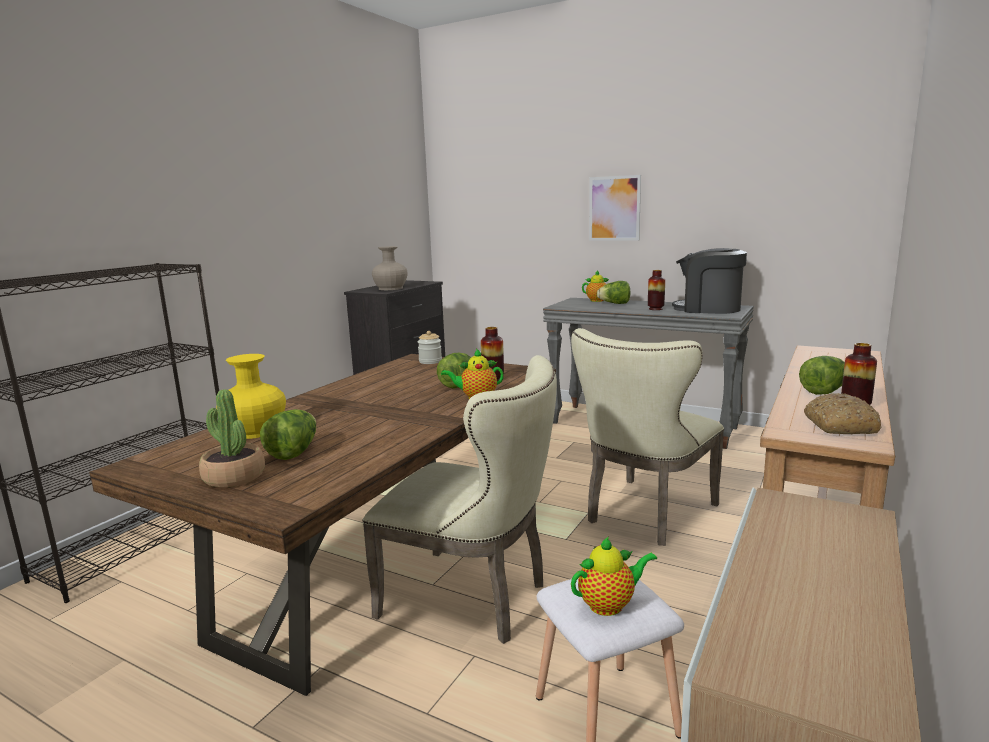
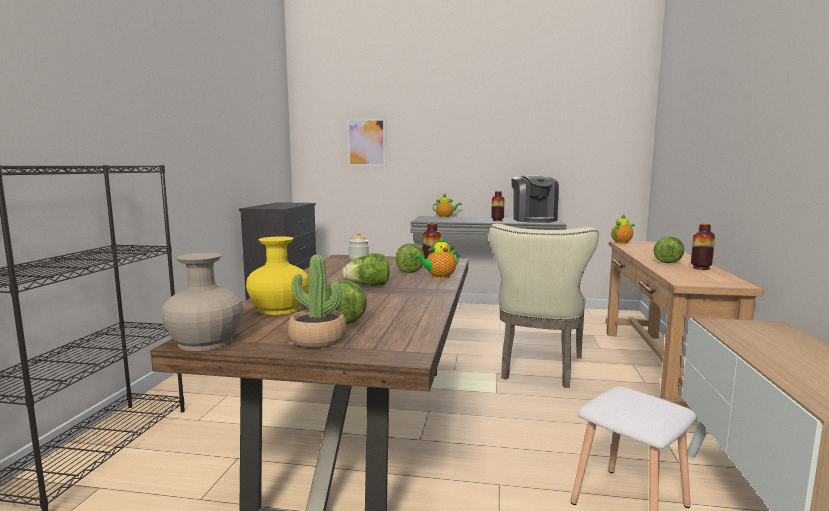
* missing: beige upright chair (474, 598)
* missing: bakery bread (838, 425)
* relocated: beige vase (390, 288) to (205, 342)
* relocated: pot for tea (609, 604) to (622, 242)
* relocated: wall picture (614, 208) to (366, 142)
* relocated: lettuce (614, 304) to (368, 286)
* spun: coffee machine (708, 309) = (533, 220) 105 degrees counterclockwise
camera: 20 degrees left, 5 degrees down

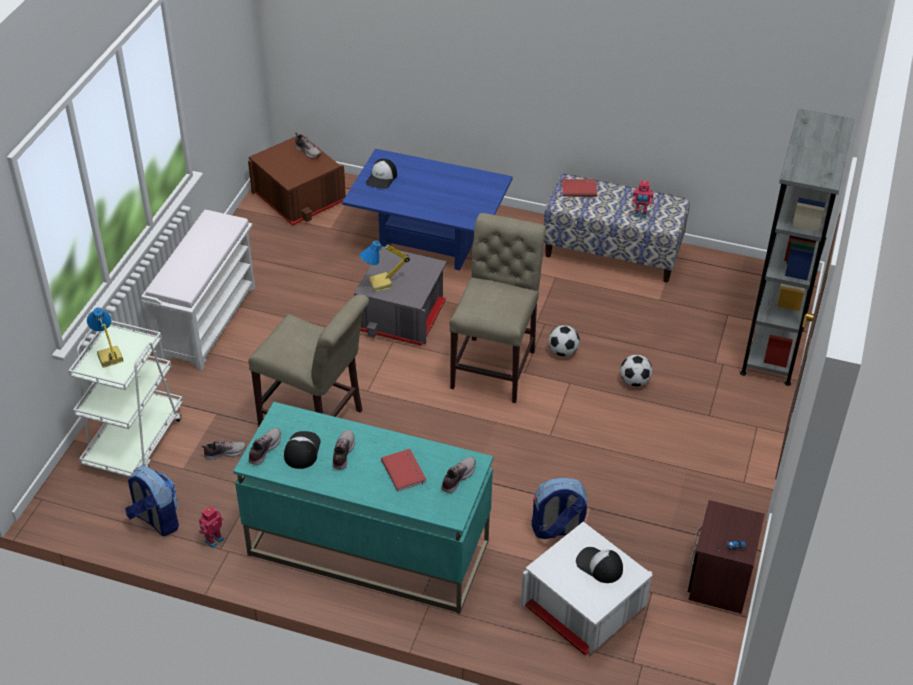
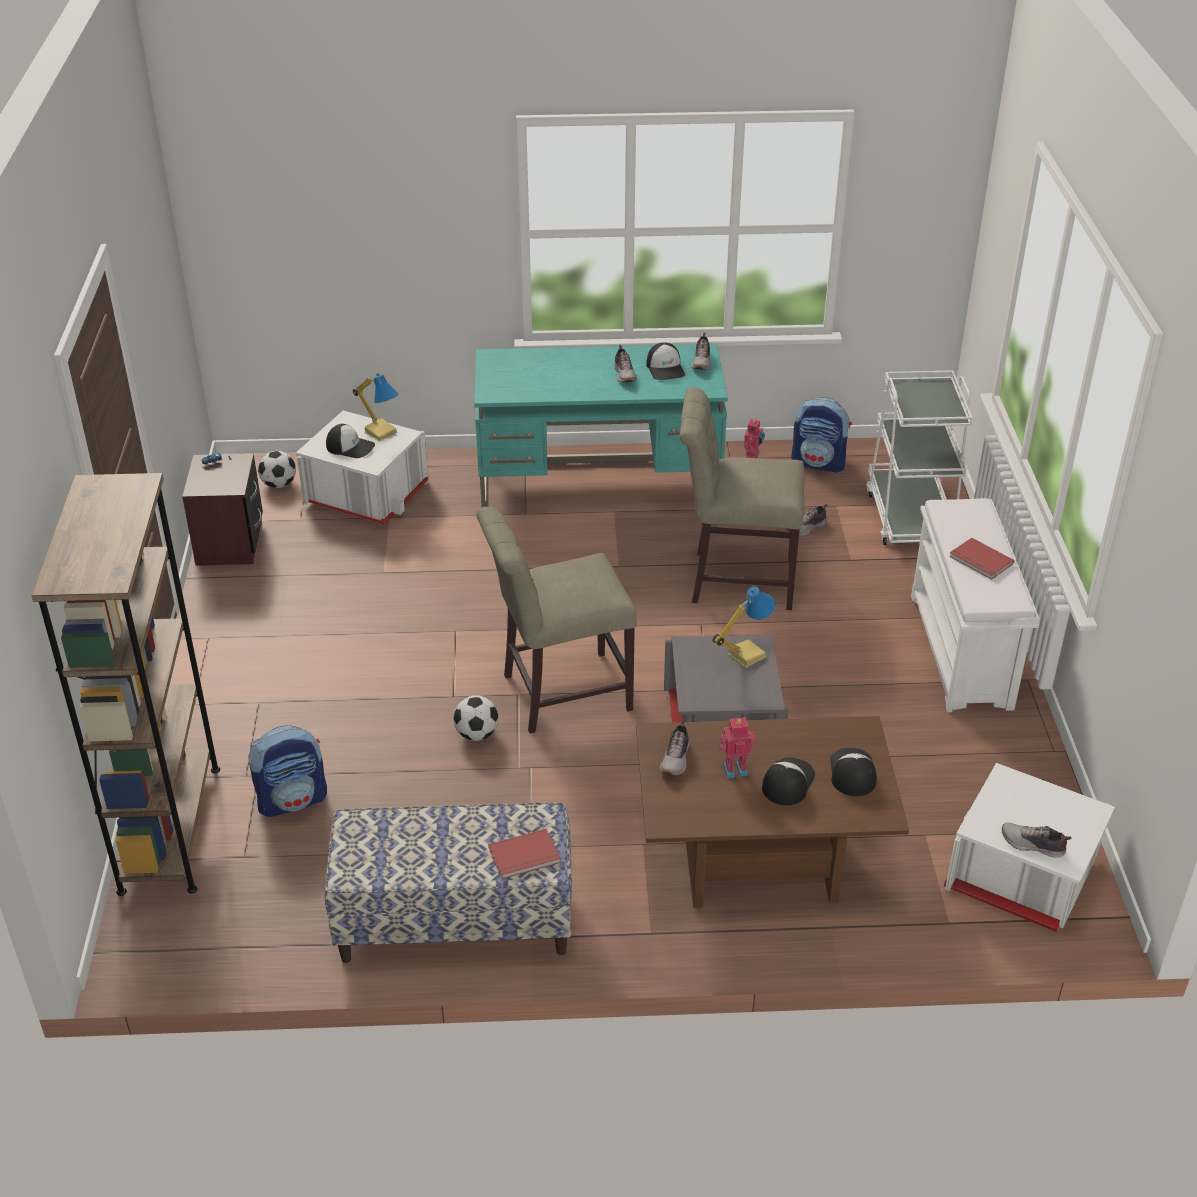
* appeared: cap (787, 782)
* relocated: tabletop lamp (109, 358) to (381, 432)
* relocated: red-coloured book (405, 470) to (980, 561)
* relocated: low shoe (457, 478) to (676, 759)
* relocated: backpack (557, 529) to (293, 800)
* relocated: ball for football (634, 381) to (279, 484)
* relocated: model robot (640, 215) to (735, 769)
* colour: brown-coloured storage bin (299, 198) to whitish storage bin (1021, 877)
* colour: bluish low table (428, 241) to brown-coloured low table (760, 855)
* colour: gray bookcase (773, 343) to brown-coloured bookcase (170, 828)
* spun: beige upright chair (496, 365) = (559, 693) 75 degrees clockwise
camera: 160 degrees right, 5 degrees down

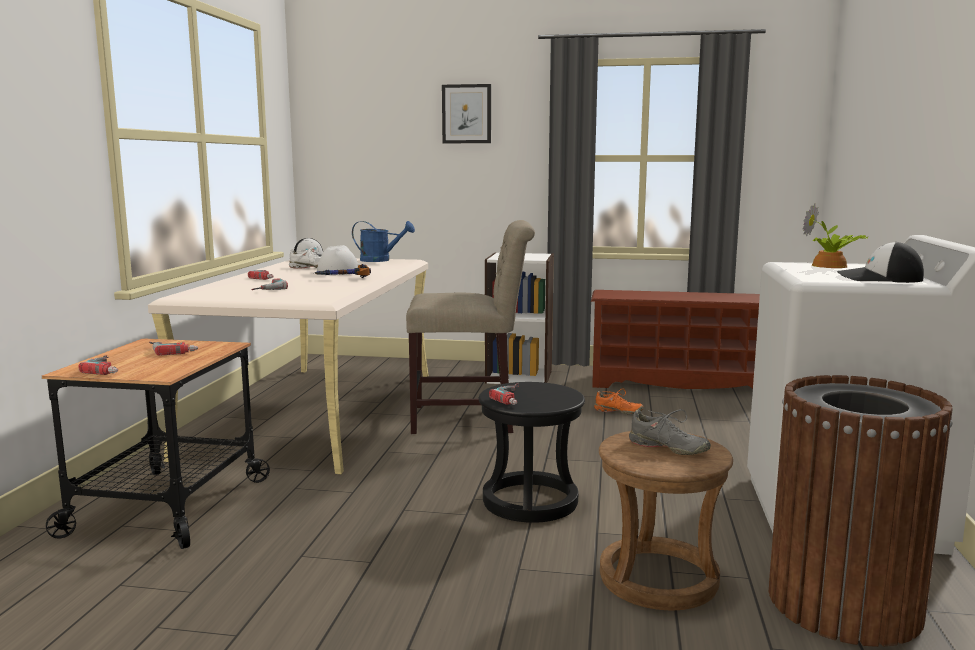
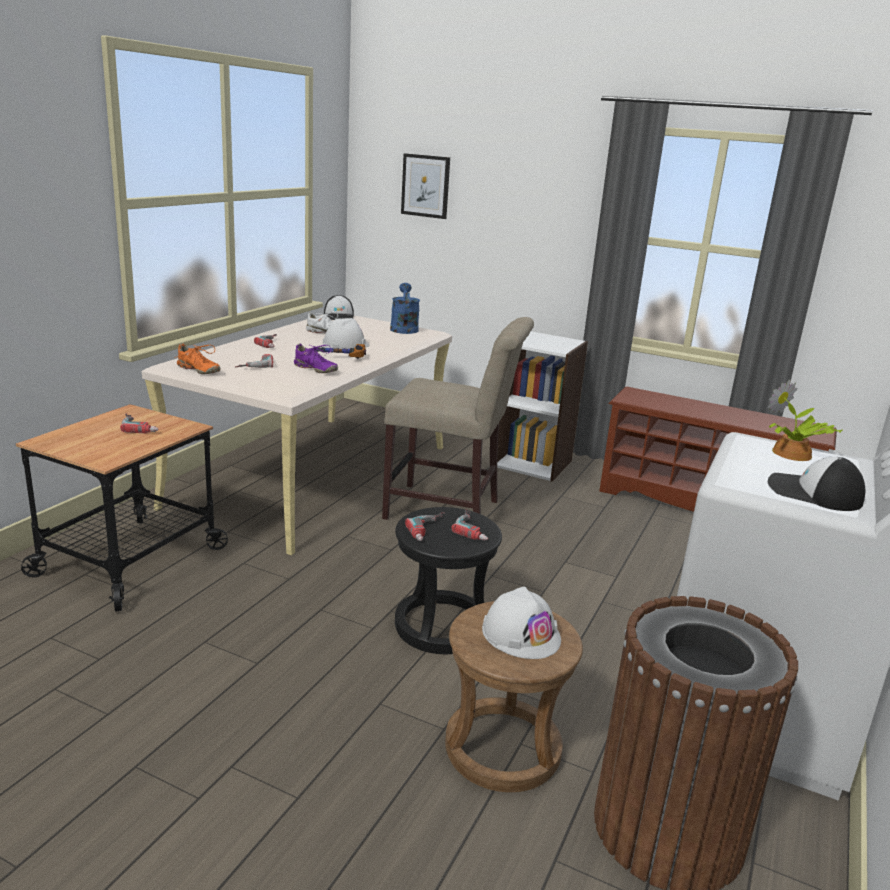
* appeared: purple low shoe (315, 369)
* relocated: drill (110, 368) to (475, 528)
* relocated: wall picture (466, 114) to (425, 186)
* relocated: orange low shoe (618, 411) to (198, 370)
* exchanged: gray low shoe (667, 448) to whitish work helmet (521, 634)
* spun: bluish watering can (380, 260) = (403, 328) 120 degrees counterclockwise
camera: 15 degrees right, 10 degrees up

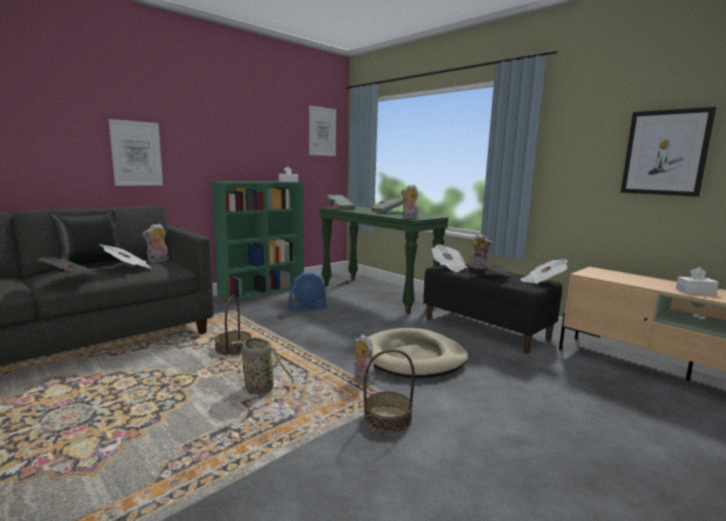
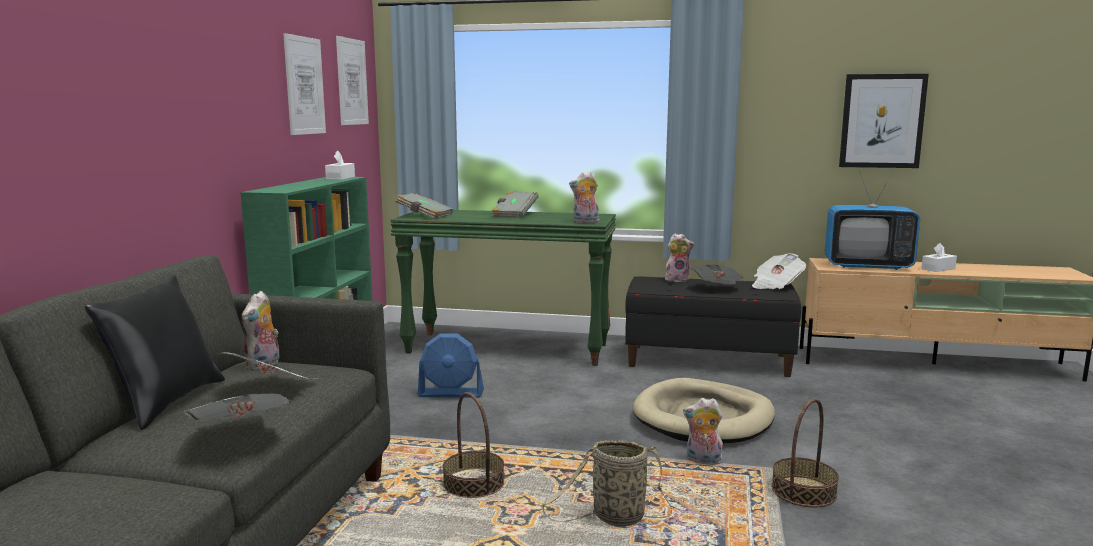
* missing: daily paper (448, 268)
* appeared: TV set (867, 266)
* relocated: wall picture (136, 153) to (304, 85)
* spun: bluish cooling fan (307, 307) = (451, 393) 60 degrees clockwise
camera: 35 degrees left, 0 degrees up

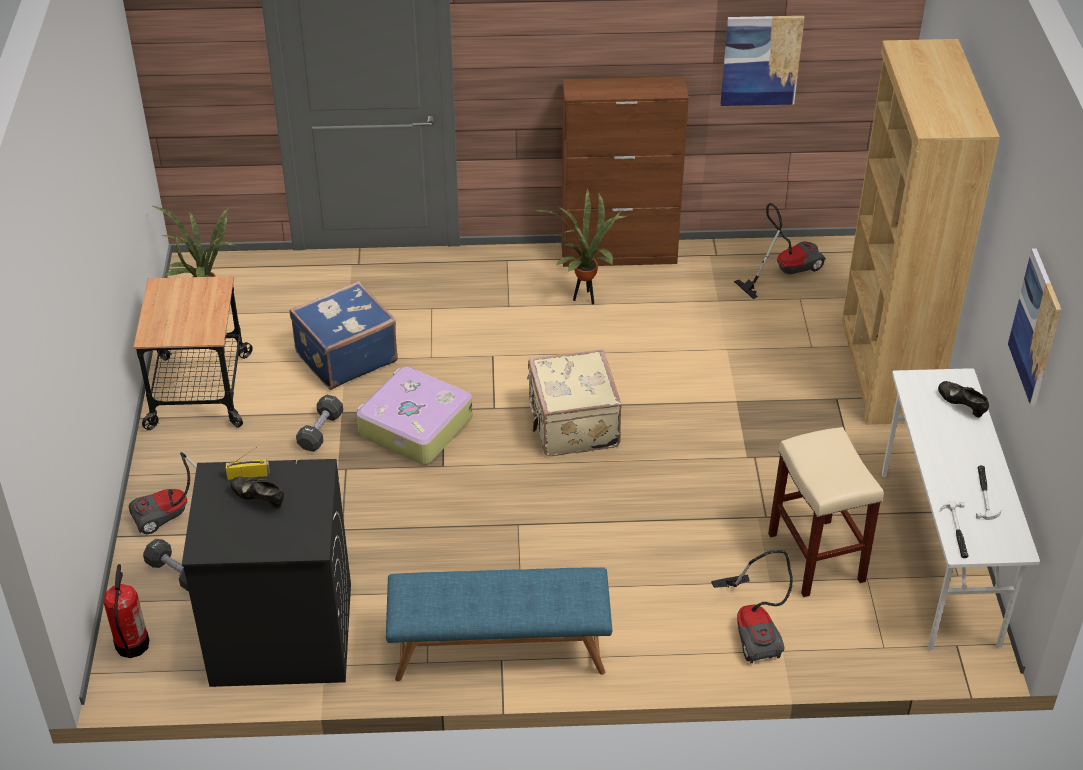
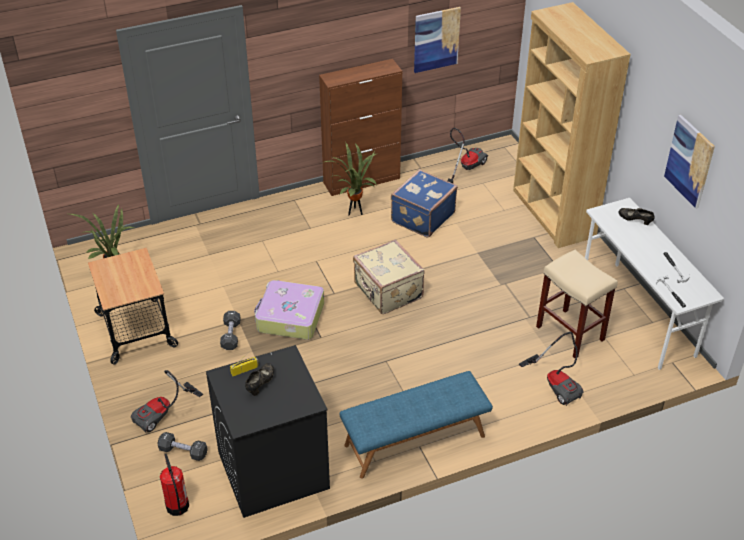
* relocated: bluish piece of luggage (345, 356) to (422, 217)
* spun: blackish low shoe (259, 500) = (260, 384) 105 degrees clockwise
camera: 20 degrees left, 0 degrees up

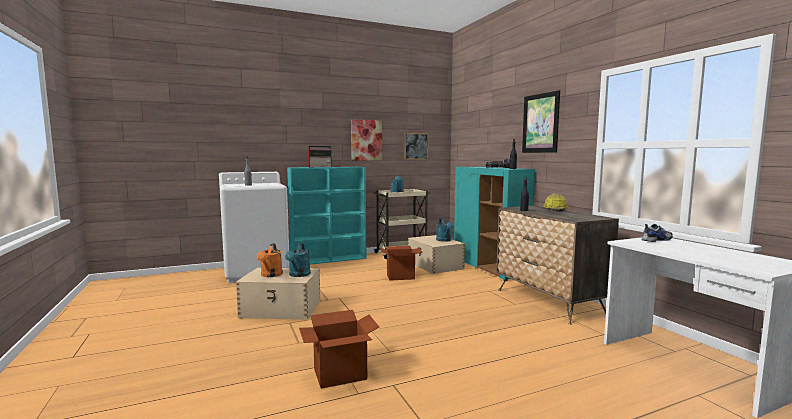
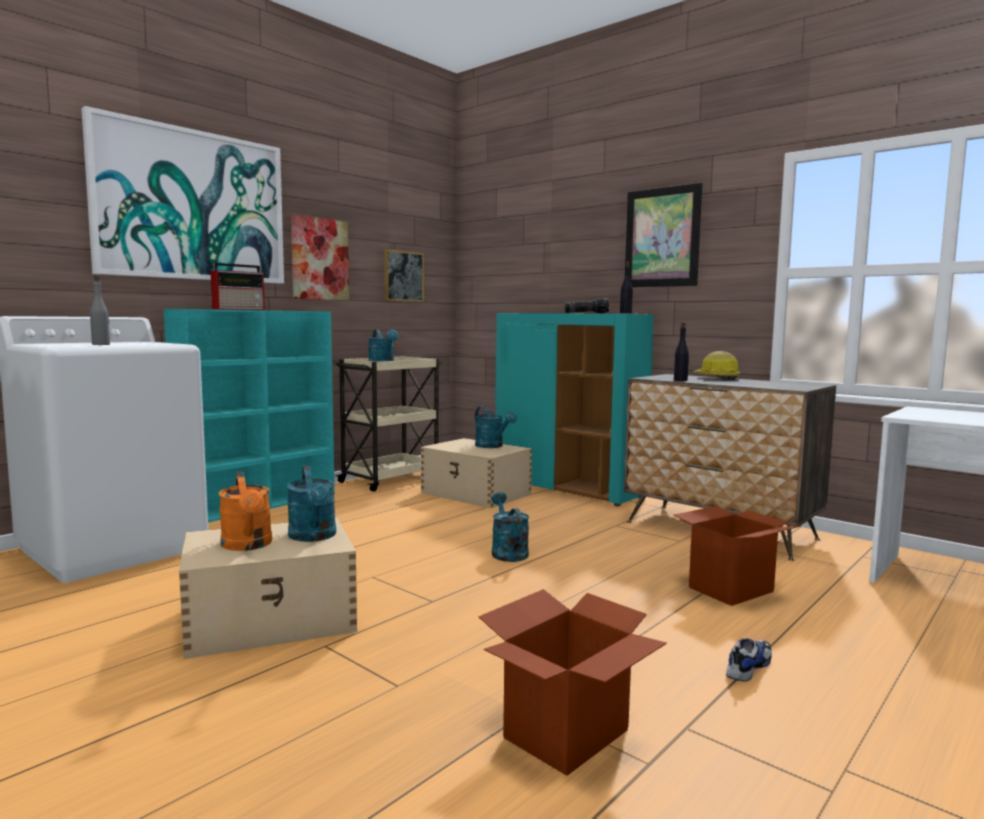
* appeared: wall picture (192, 206)
* appeared: blue-green watering can (507, 552)
* relocated: cardboard box (400, 276) to (731, 589)
* relocated: low shoe (656, 240) to (747, 667)
camera: 25 degrees left, 0 degrees up

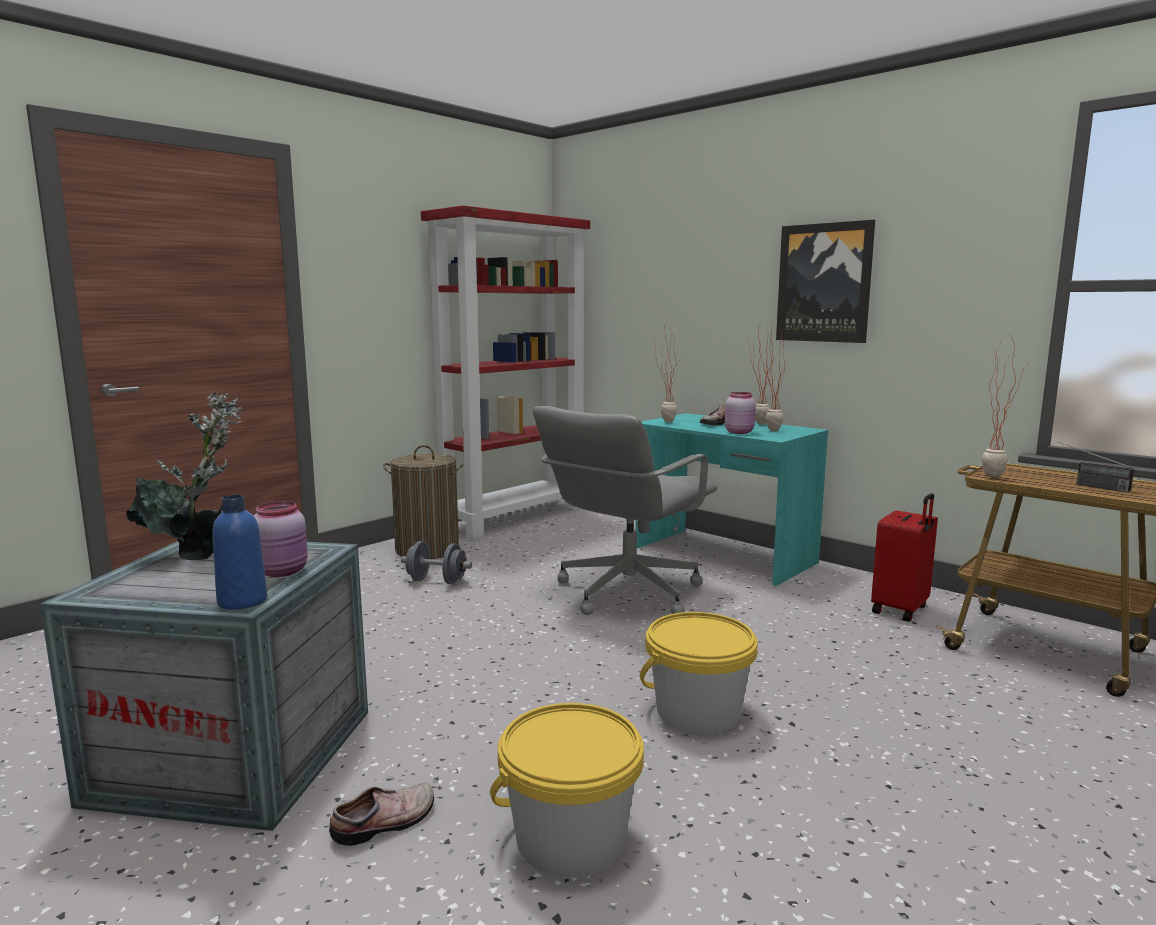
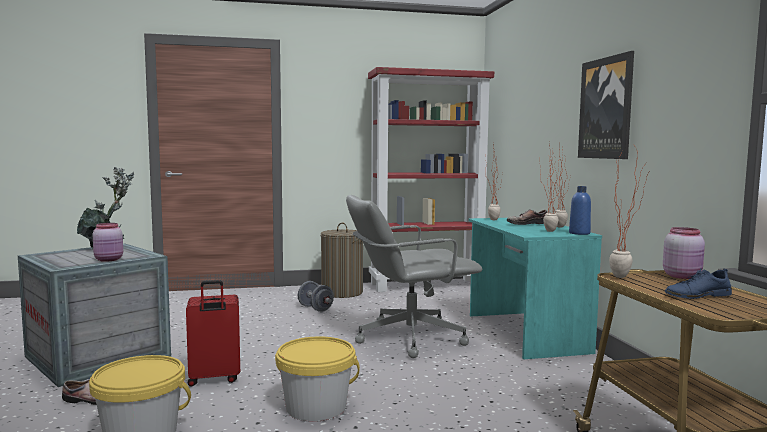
* relocated: bluish beverage bottle (242, 601) to (579, 233)
* relocated: pink-coloured preserve jar (739, 432) to (682, 276)
* relocated: red-coloured piece of luggage (901, 610) to (214, 379)
* exchanged: radio receiver (1088, 485) to bluish low shoe (697, 295)
camera: 35 degrees right, 5 degrees down

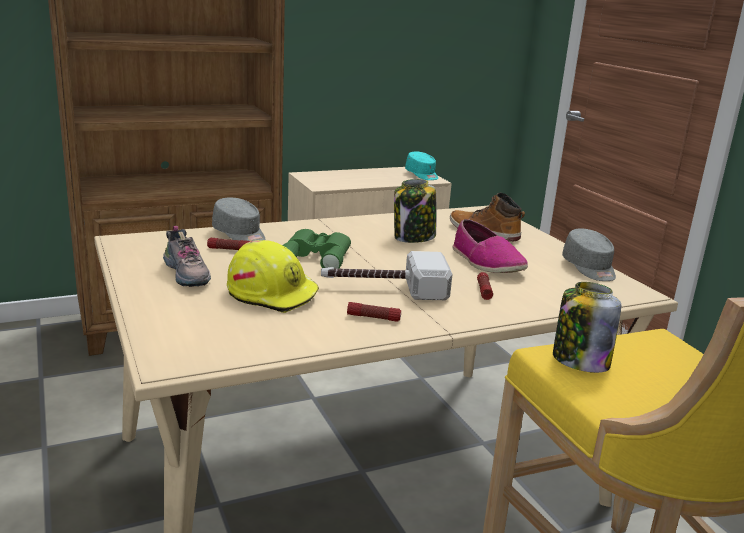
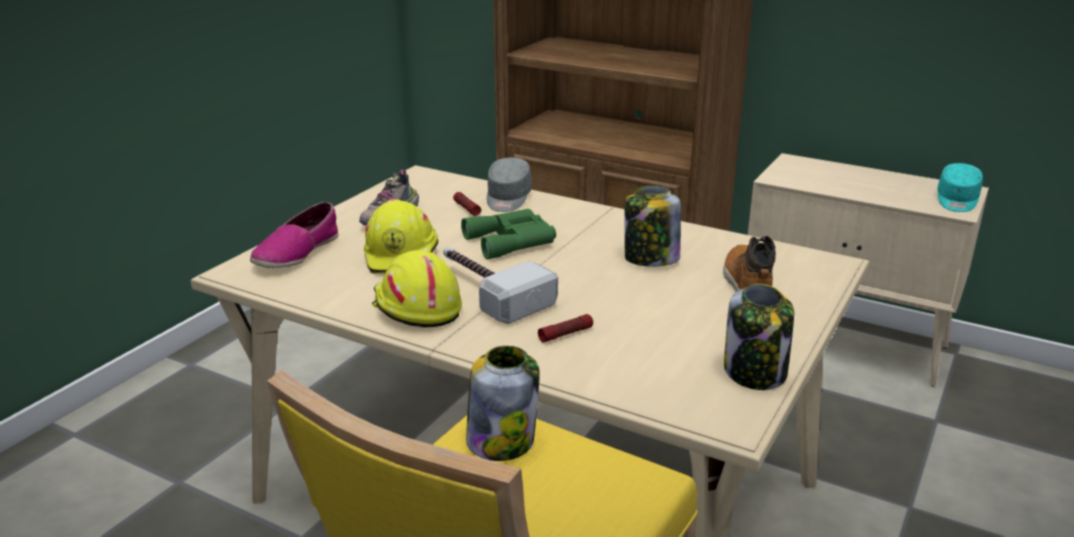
* relocated: low shoe (486, 262) to (297, 252)
* exchanged: hand torch (373, 317) to yellow-coloured work helmet (415, 307)
* exchanged: gray cap (589, 268) to preserve jar (755, 372)
camera: 55 degrees right, 5 degrees up

